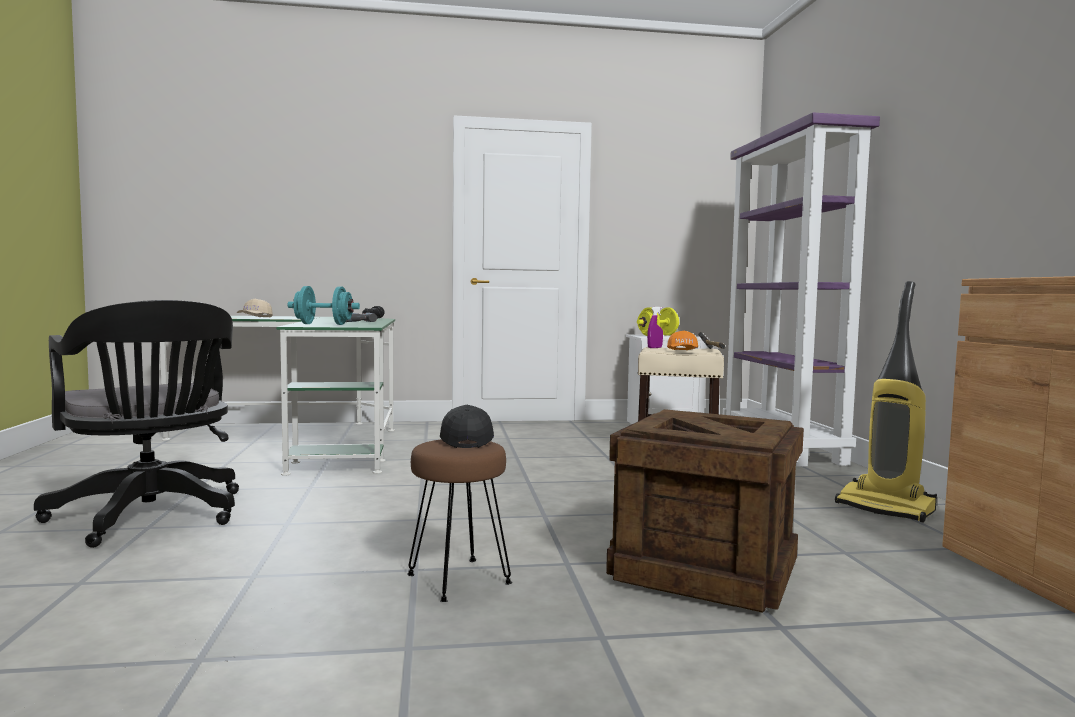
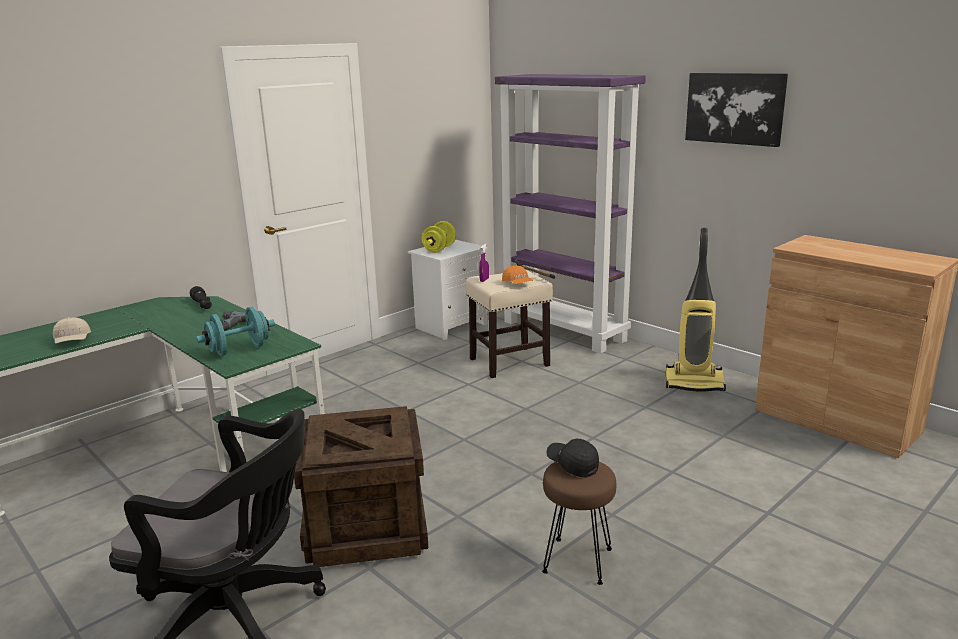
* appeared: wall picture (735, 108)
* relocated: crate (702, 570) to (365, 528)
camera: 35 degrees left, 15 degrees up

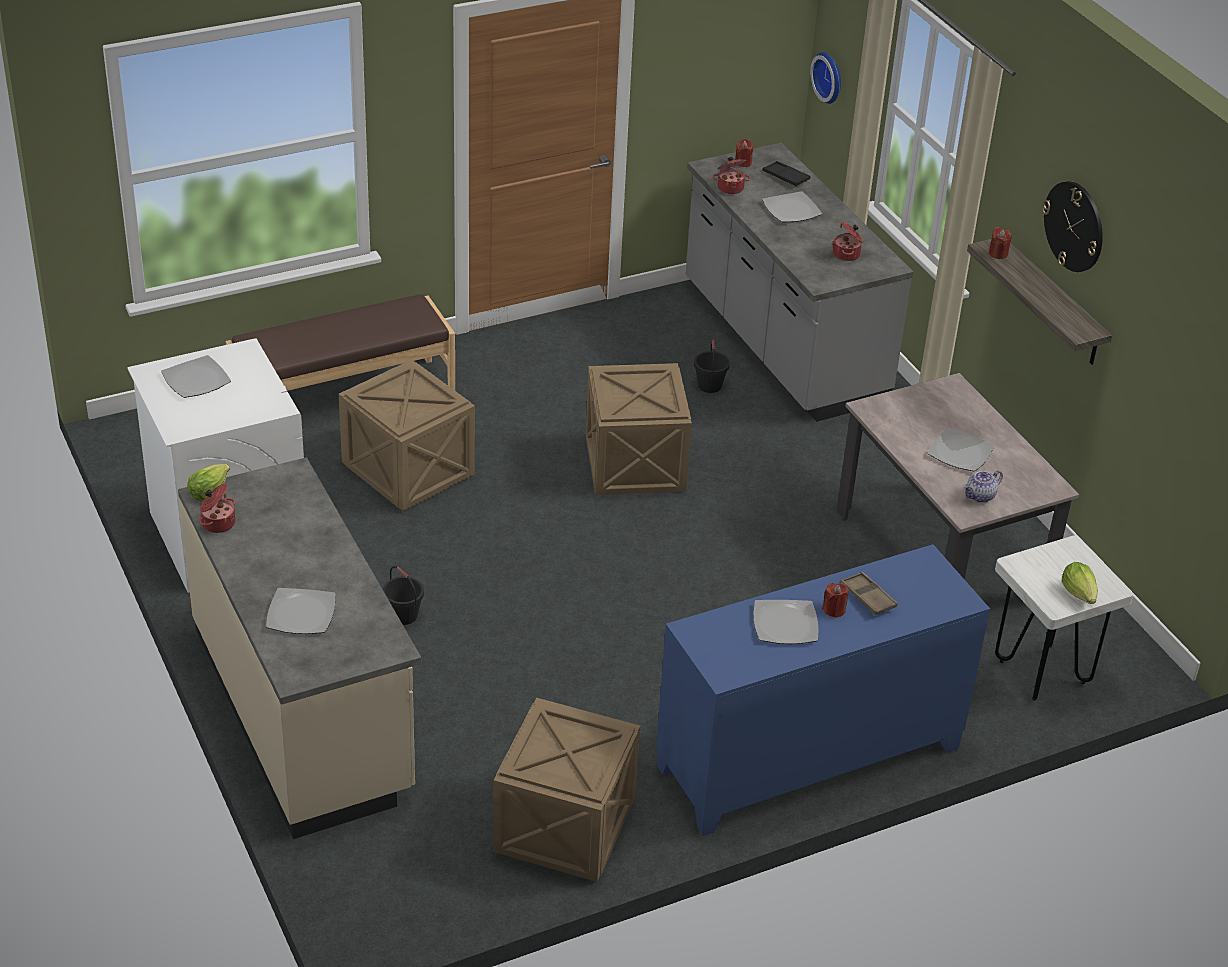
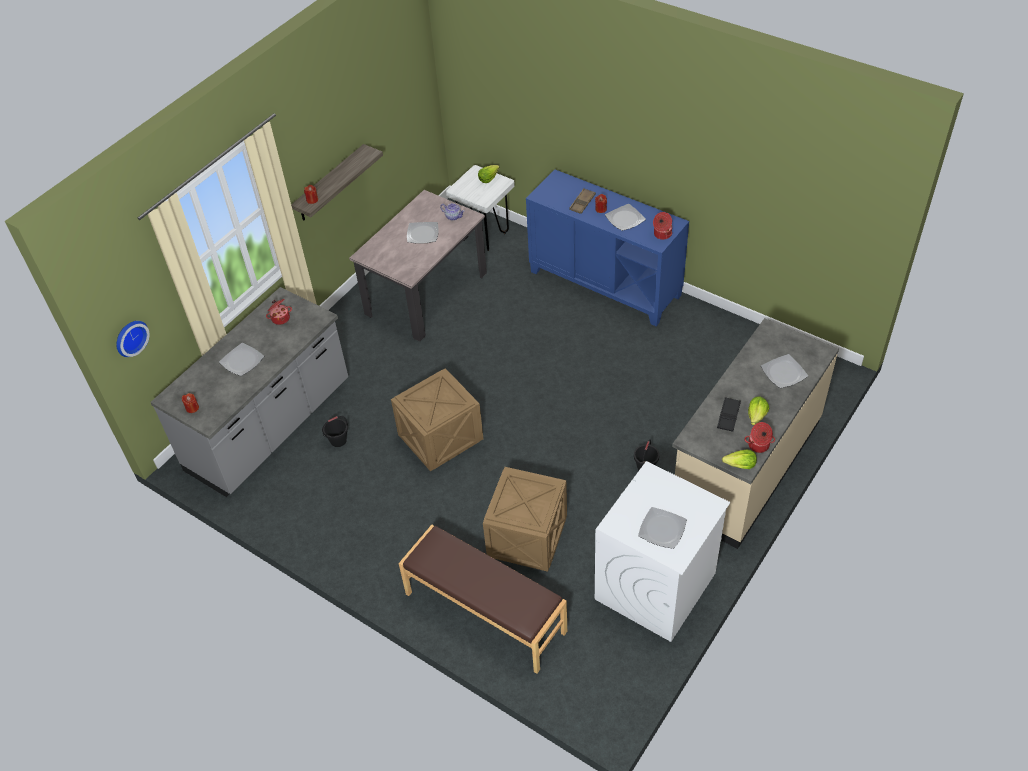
* missing: crate (564, 827)
* missing: clock on the wall (1074, 226)
* appeared: lettuce (757, 416)
* relocated: cooking pot (730, 187) to (662, 234)
* relocated: blackish serving tray (785, 177) to (728, 416)
camera: 115 degrees left, 10 degrees up

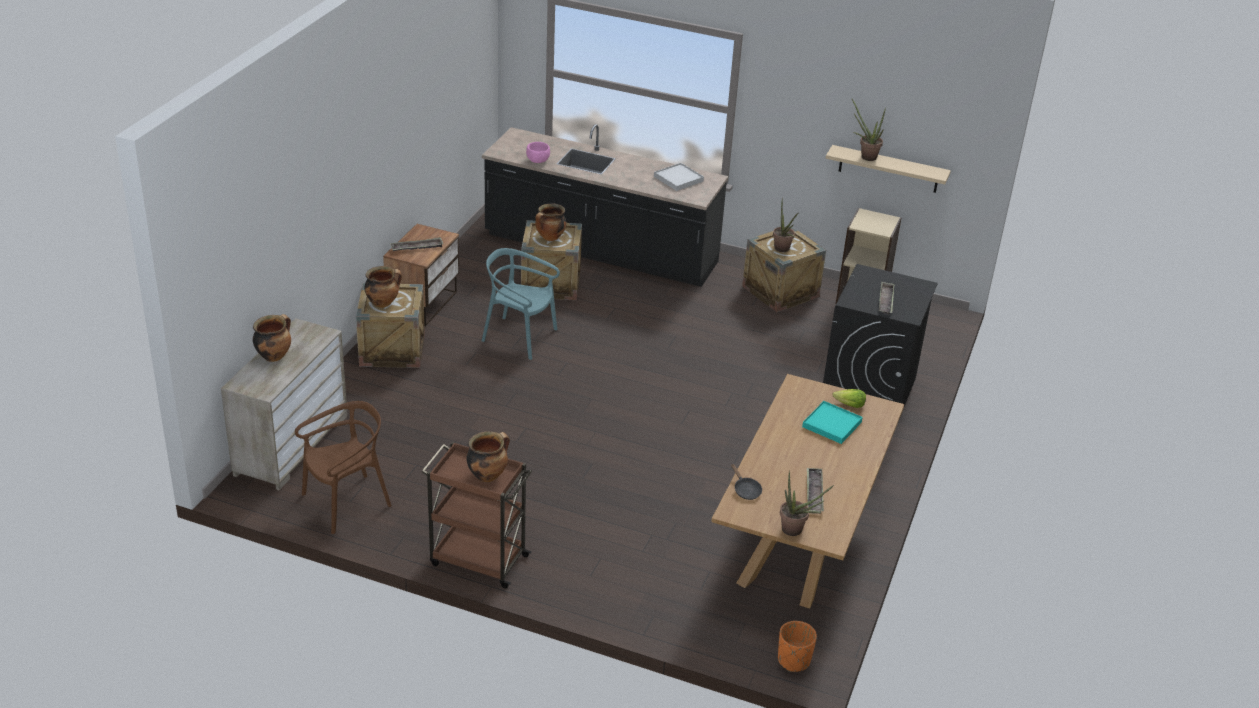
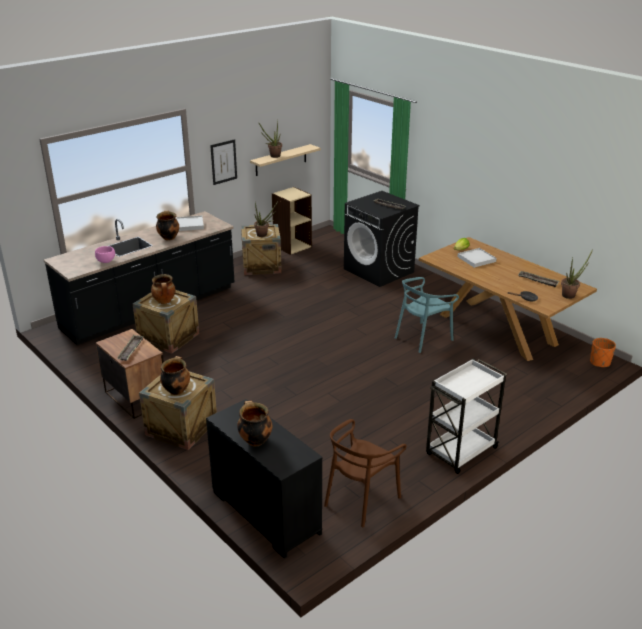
* appeared: wall picture (223, 162)
* relocated: cooking pot (487, 475) to (168, 237)
* relocated: blue-green upright chair (519, 337) to (423, 338)
* colour: beige dresser (291, 444) to blackish dresser (265, 513)
* colour: brown-coloured cart (477, 559) to whitish cart (460, 452)
* colour: blue-green serving tray (832, 424) to whitish serving tray (476, 259)
* spun: brown-coloured upright chair (346, 503) = (361, 499) 135 degrees counterclockwise
camera: 60 degrees left, 5 degrees down

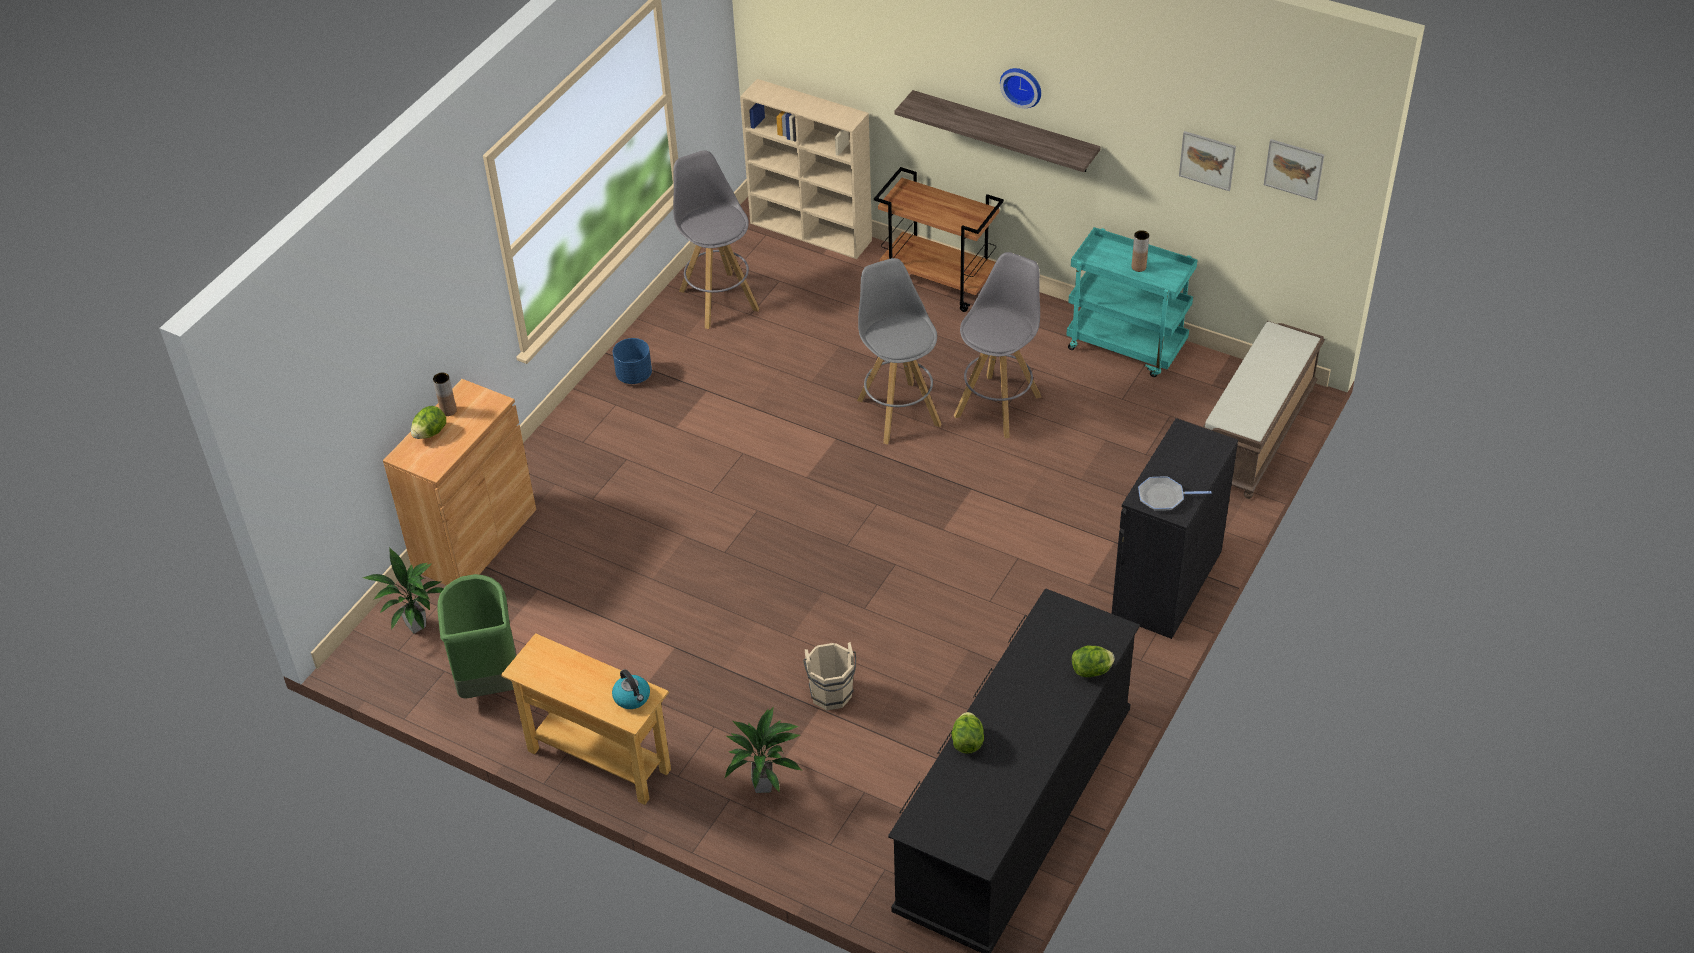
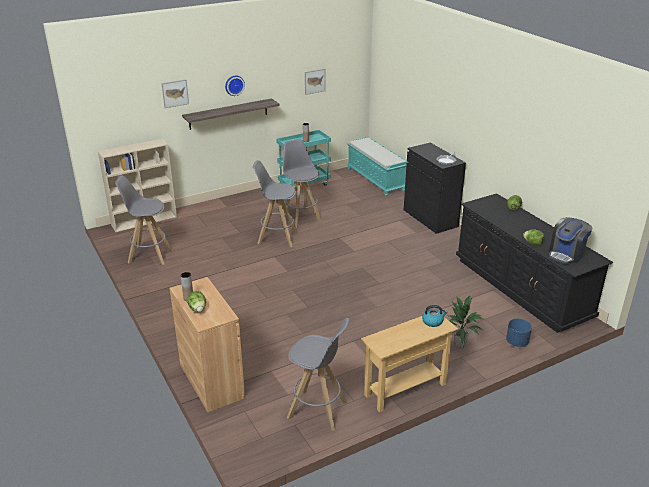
* missing: potted plant (416, 626)
* missing: beige water bucket (831, 697)
* missing: brown-coloured cart (939, 282)
* appeared: coffee machine (566, 254)
* relocated: bluish planter (634, 375) to (517, 342)
* relocated: wall picture (1294, 169) to (175, 93)
* exchanged: greenish waste bin (489, 681) to gray stool seat (318, 410)
* colour: brown-coloured long seat (1256, 435) to blue-green long seat (376, 179)
camera: 60 degrees left, 15 degrees down

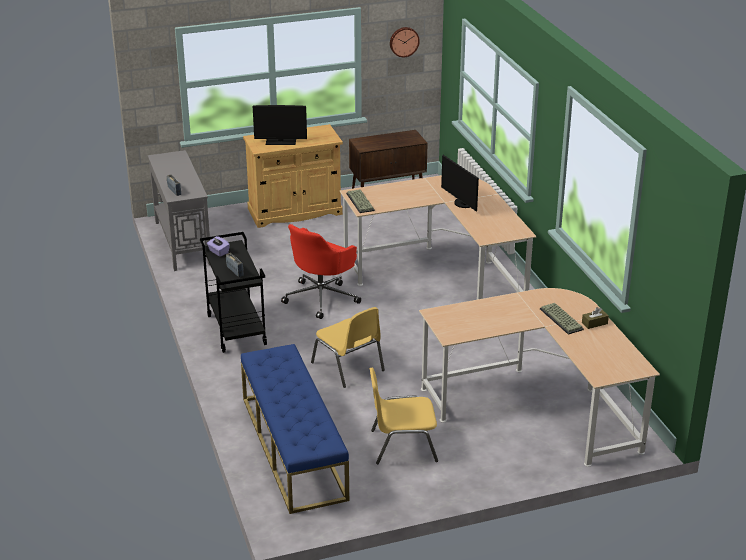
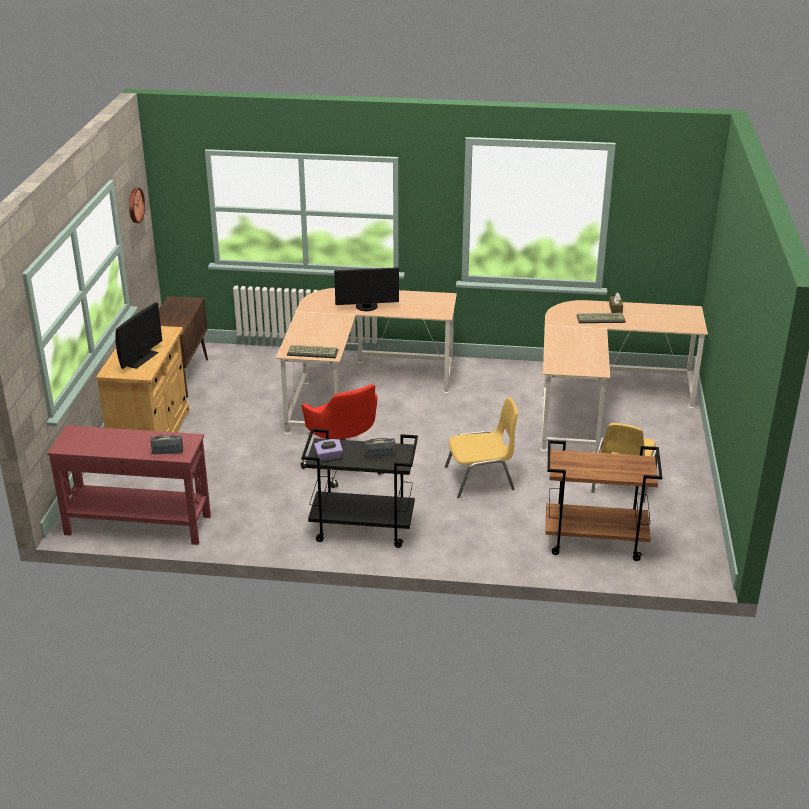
* exchanged: bluish long seat (293, 447) to brown-coloured cart (594, 542)
* colour: gray hall table (183, 242) to red-coloured hall table (137, 524)
camera: 65 degrees left, 0 degrees up

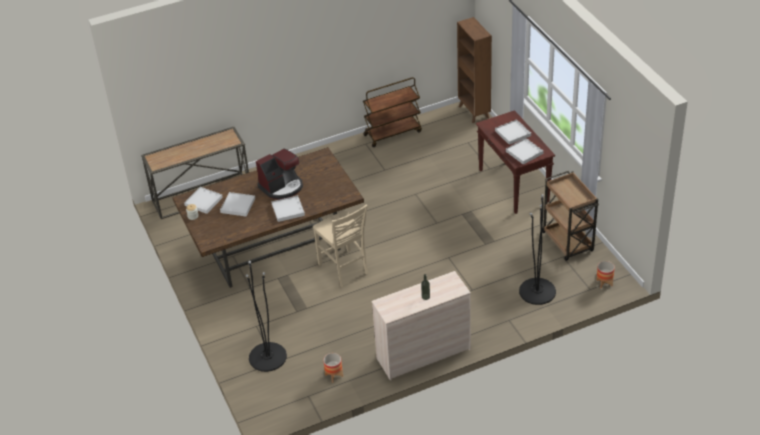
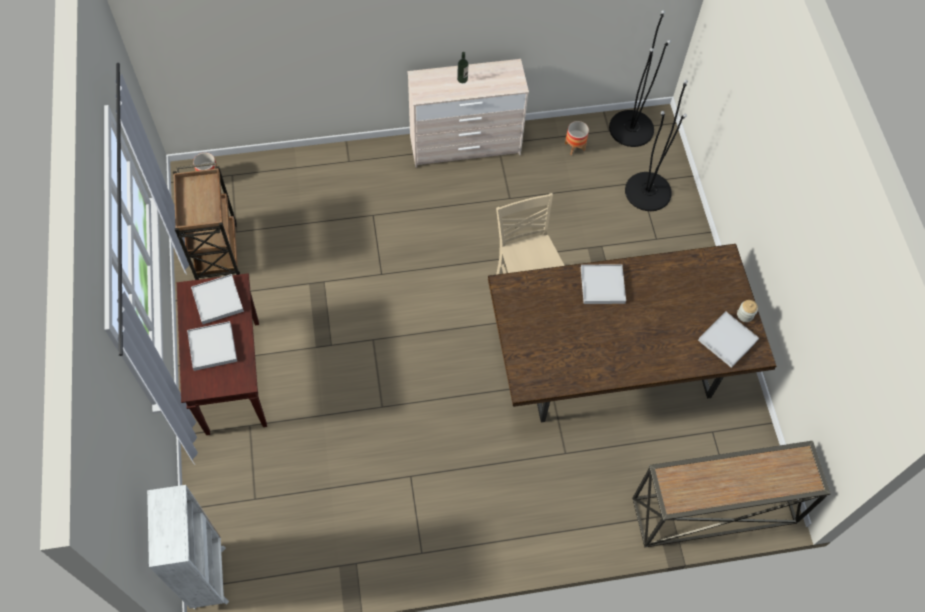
* missing: whitish serving tray (238, 205)
* missing: coffee machine (282, 187)
* missing: brown-coloured cart (393, 133)
* relocated: blackish floor lamp (537, 291) to (631, 128)
* colour: brown-coloured bookcase (474, 112) to whitish bookcase (209, 575)
camera: 170 degrees left, 20 degrees up

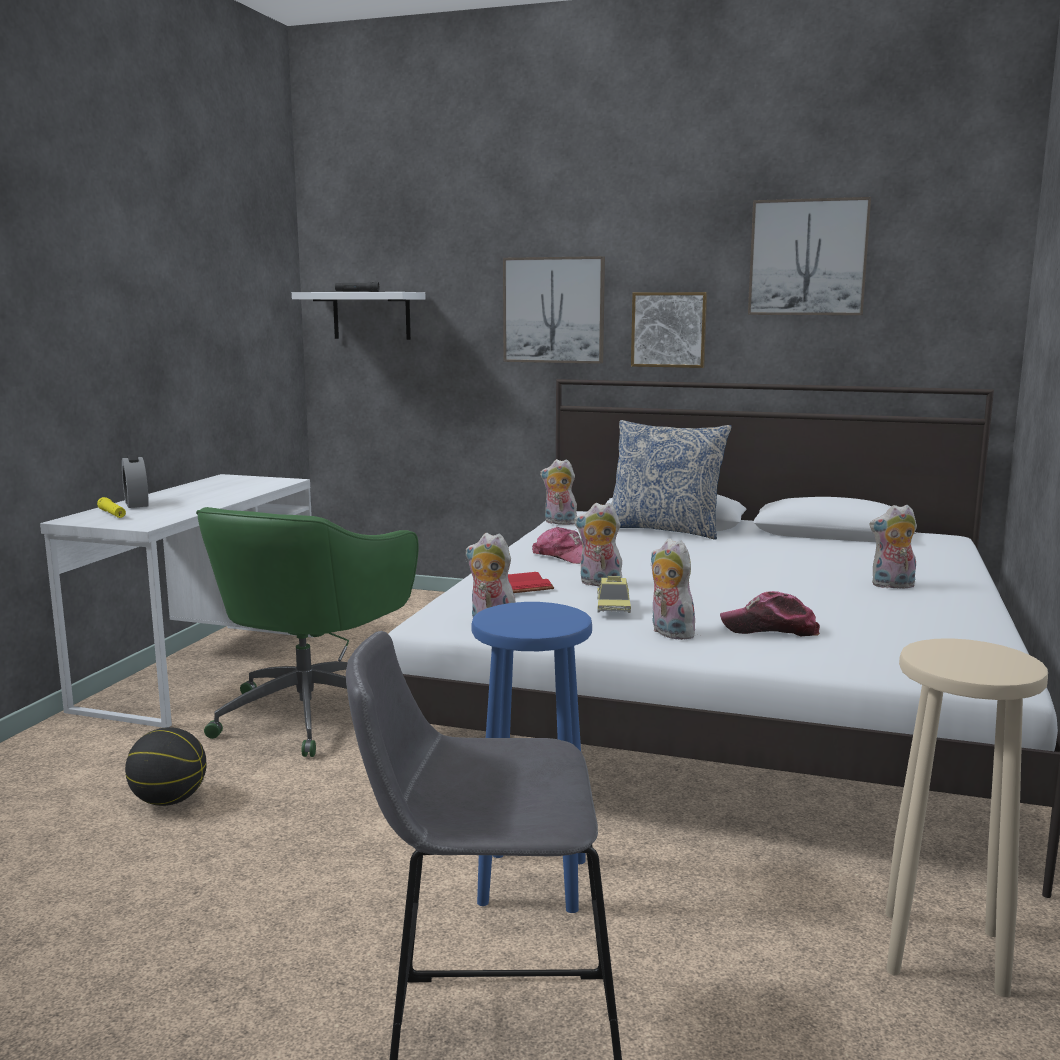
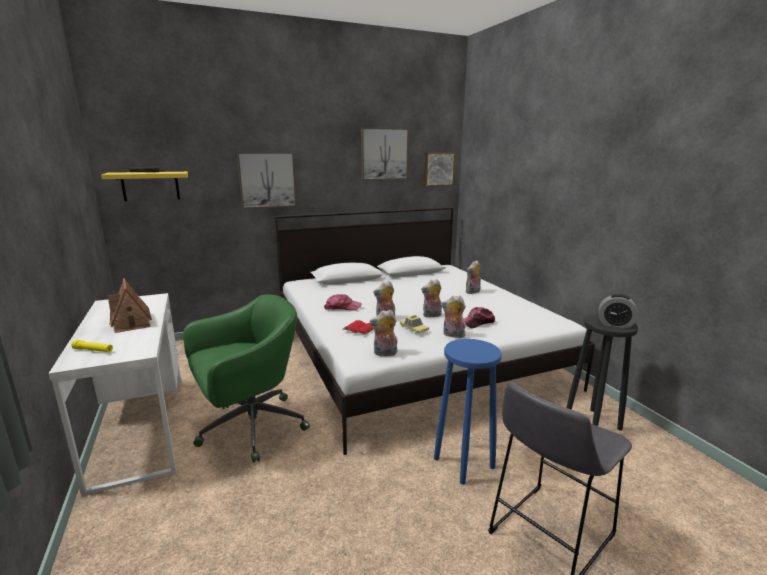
* missing: basketball (169, 801)
* missing: pillow (664, 530)
* appeared: miniature house (131, 322)
* relocated: bedside clock (136, 504) to (615, 324)
* relocated: cuddly toy (559, 523) to (432, 315)
* relocated: wall picture (669, 329) to (438, 169)
* colour: whitish shelf (371, 315) to yellow-coloured shelf (150, 186)
* colour: beige stool seat (943, 953) to blackish stool seat (593, 423)
* spun: greenish desk chair (310, 713) = (249, 428) 105 degrees counterclockwise
camera: 40 degrees left, 5 degrees up

